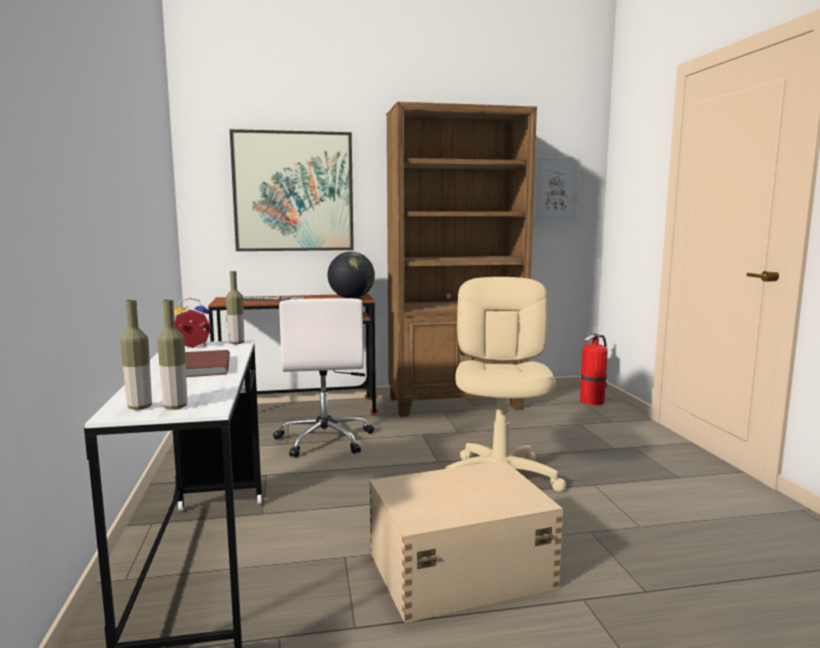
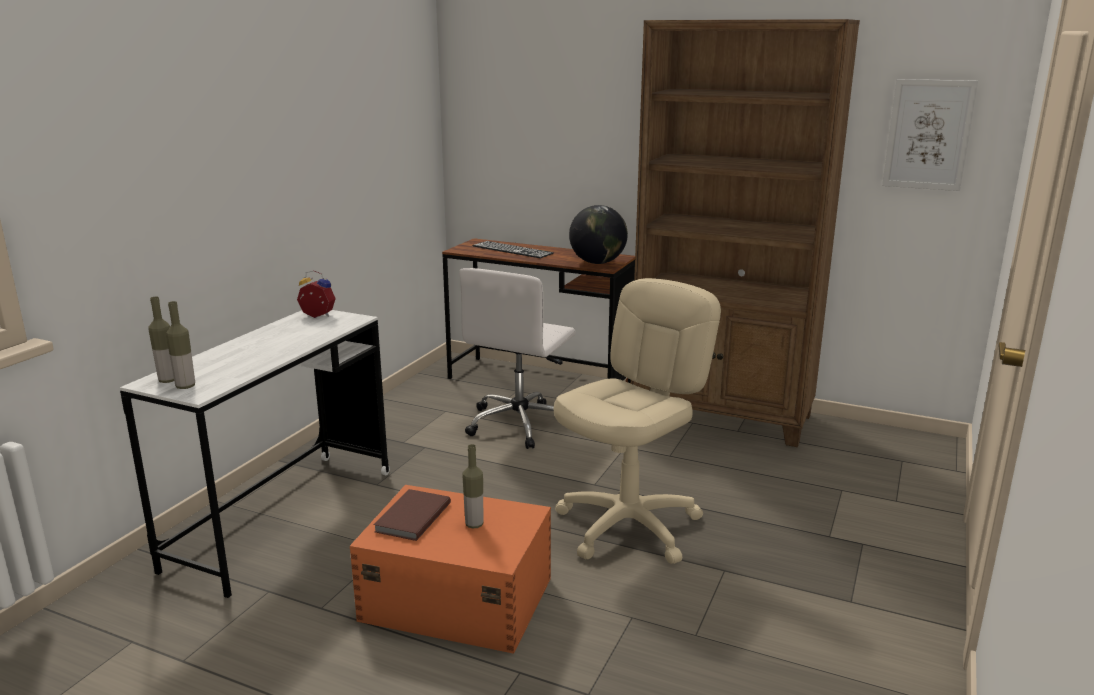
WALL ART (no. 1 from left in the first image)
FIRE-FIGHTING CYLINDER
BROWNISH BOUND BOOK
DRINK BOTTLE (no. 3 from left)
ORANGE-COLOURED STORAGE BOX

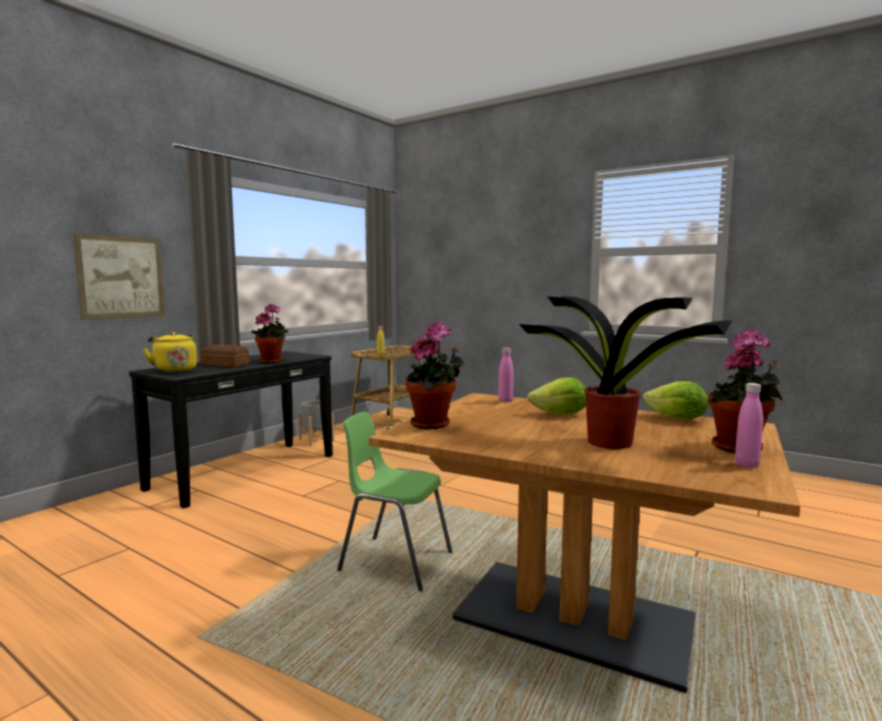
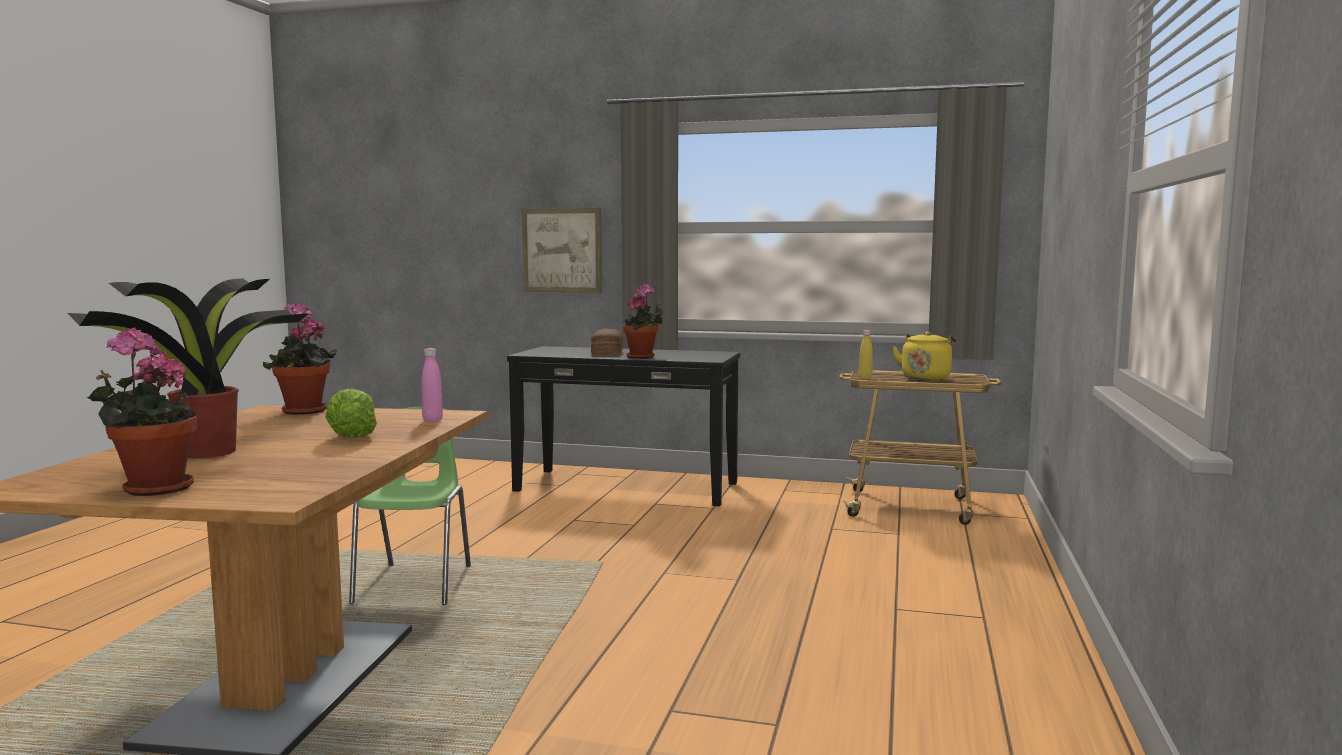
GRAY PLANTER
HEAD OF LETTUCE (no. 2 from left in the first image)
PINK DRINK BOTTLE (no. 2 from left in the first image)
YELLOW-COLOURED TEA KETTLE

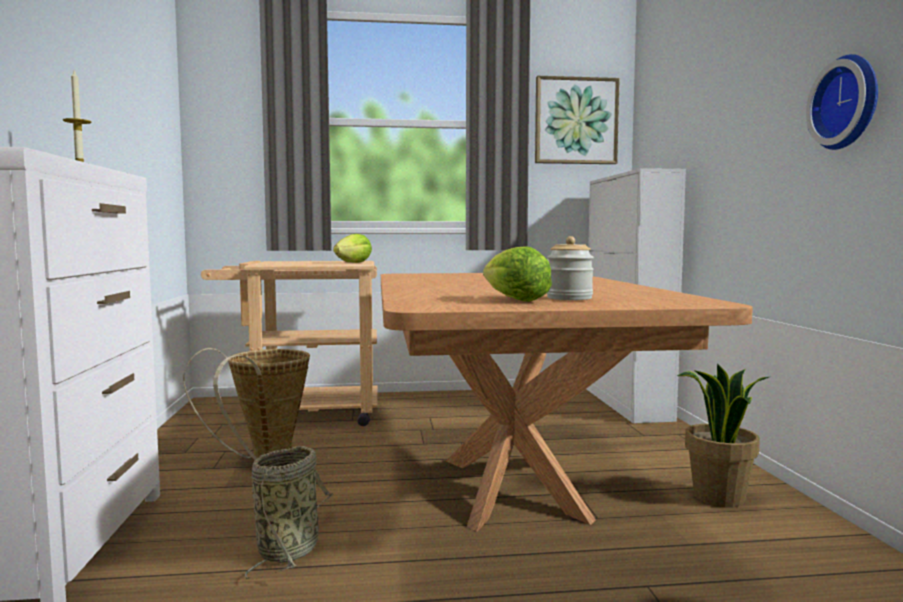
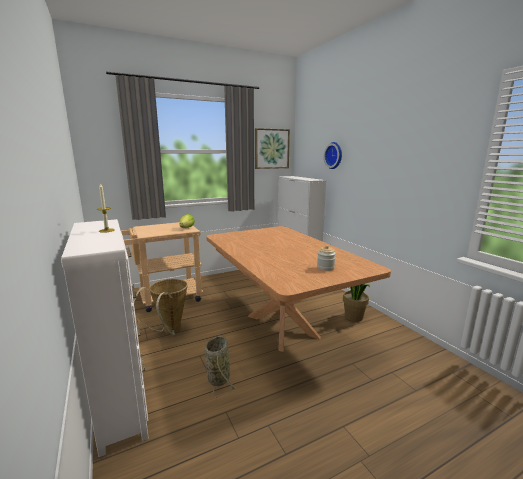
HEAD OF LETTUCE (no. 2 from left in the first image)
WALL CLOCK

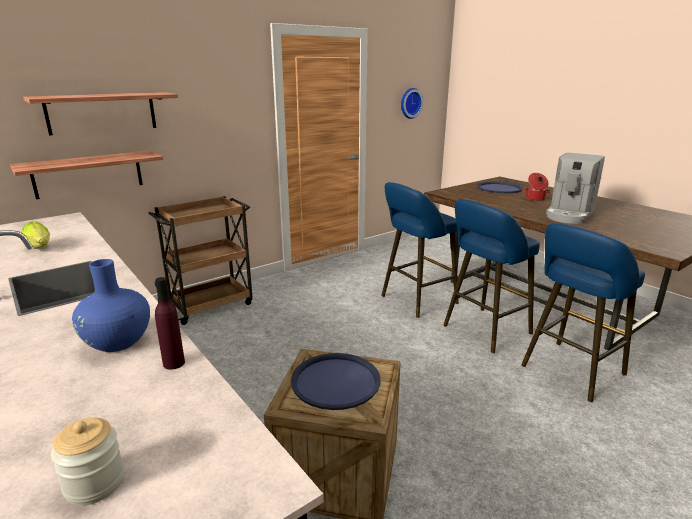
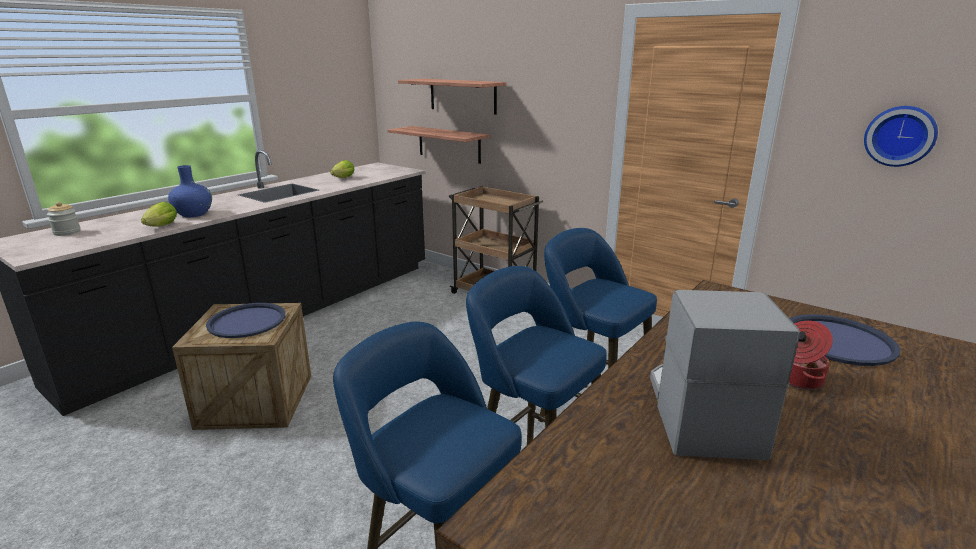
HEAD OF LETTUCE (no. 1 from left)
COFFEE MAKER

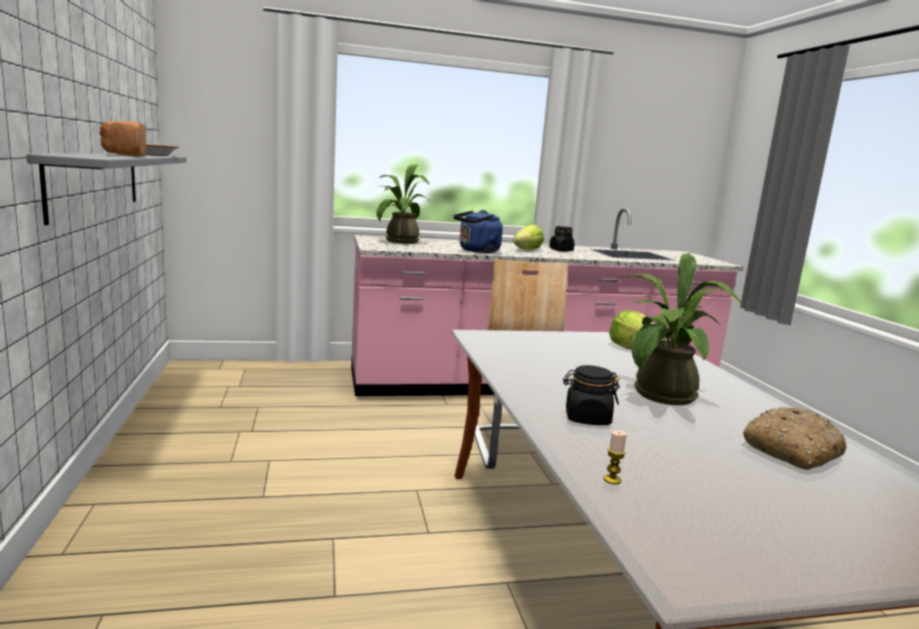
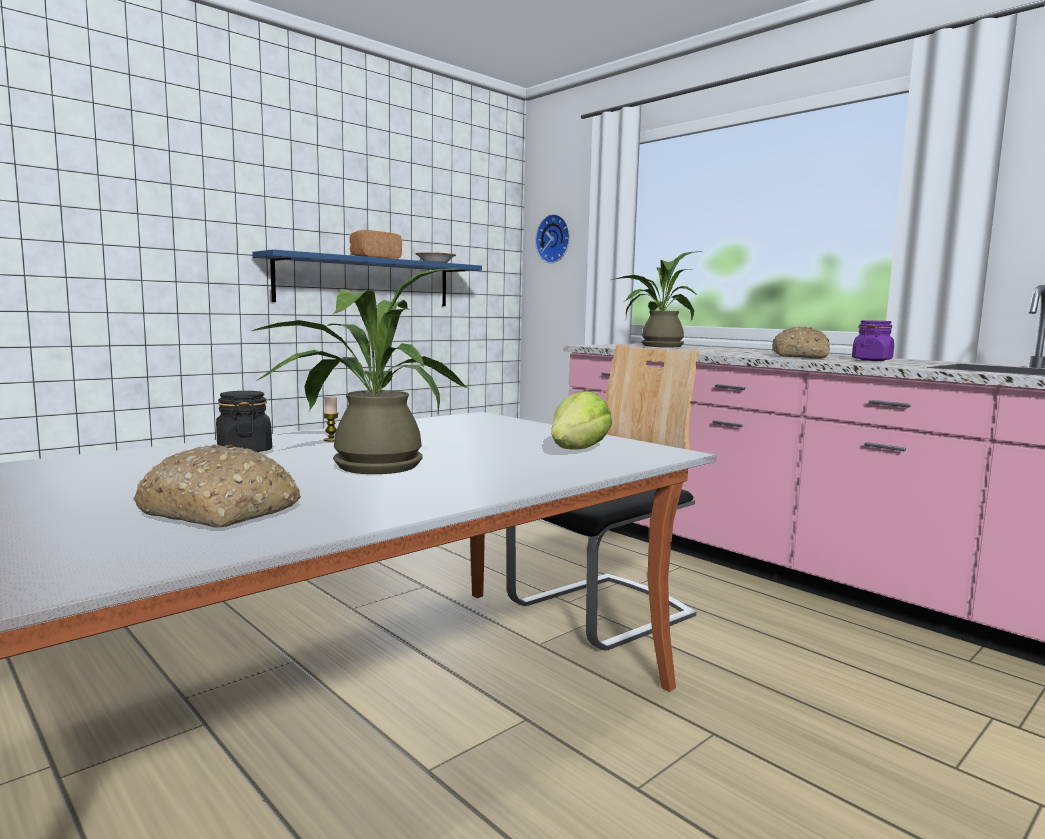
BLUE-COLOURED TEA KETTLE
WALL CLOCK
WAX CANDLE
BAKERY BREAD (no. 3 from left)
BLUE-COLOURED WALL SHELF
PURPLISH PRESERVE JAR

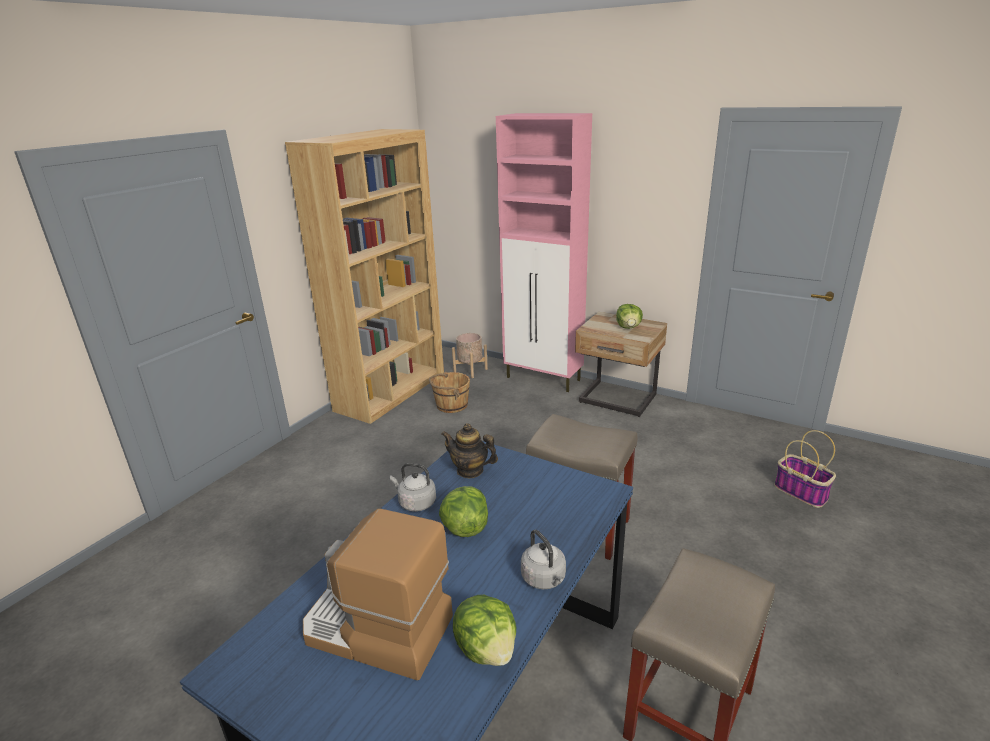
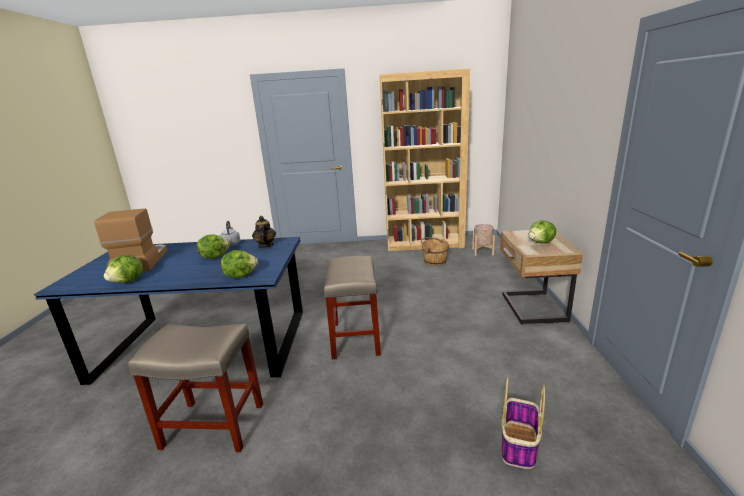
PINK CABINET
GRAY TEA KETTLE (no. 2 from left in the first image)
HEAD OF LETTUCE (no. 3 from left)

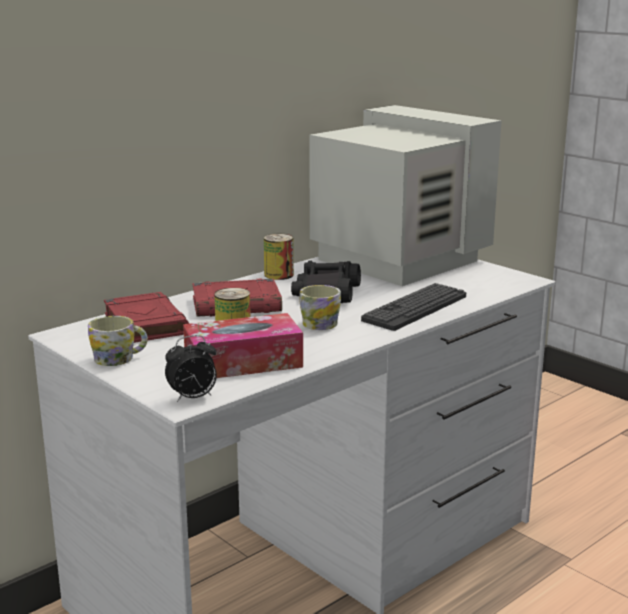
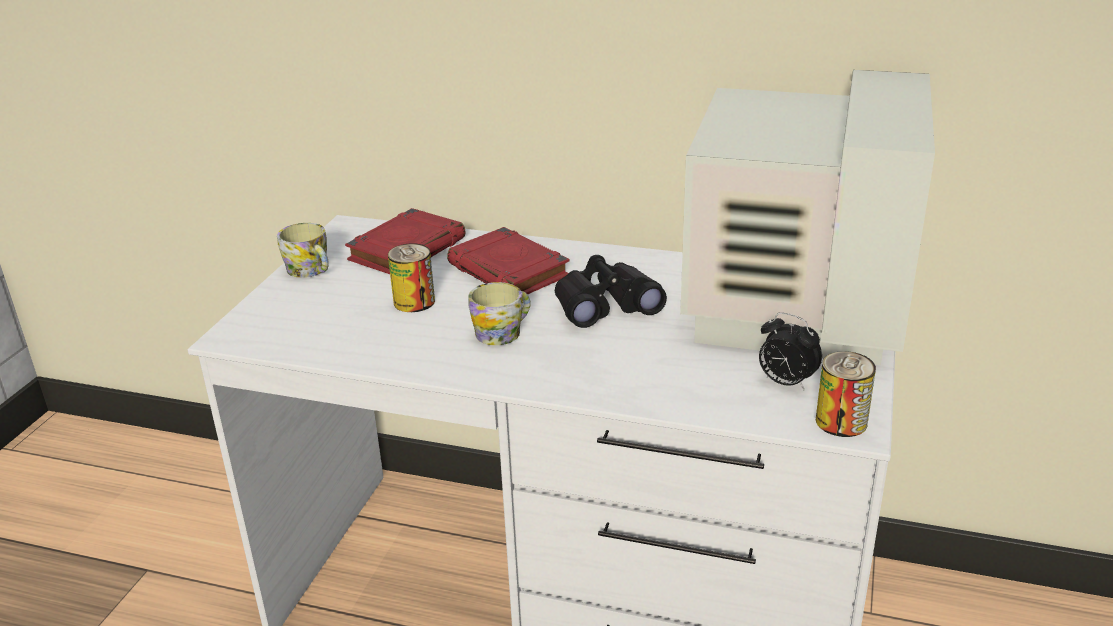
TISSUE BOX
KEYBOARD
ALARM CLOCK
CAN (no. 2 from left)

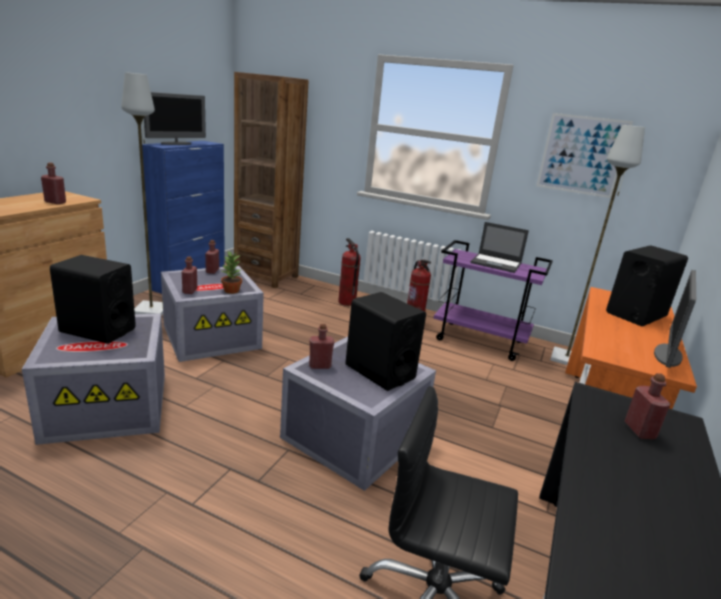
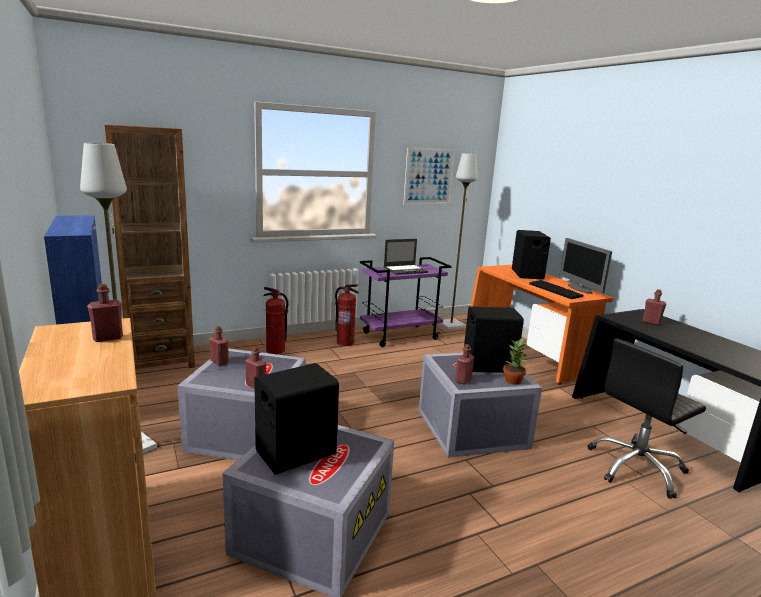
MONITOR (no. 1 from left in the first image)
KEYBOARD
PLANT IN A POT

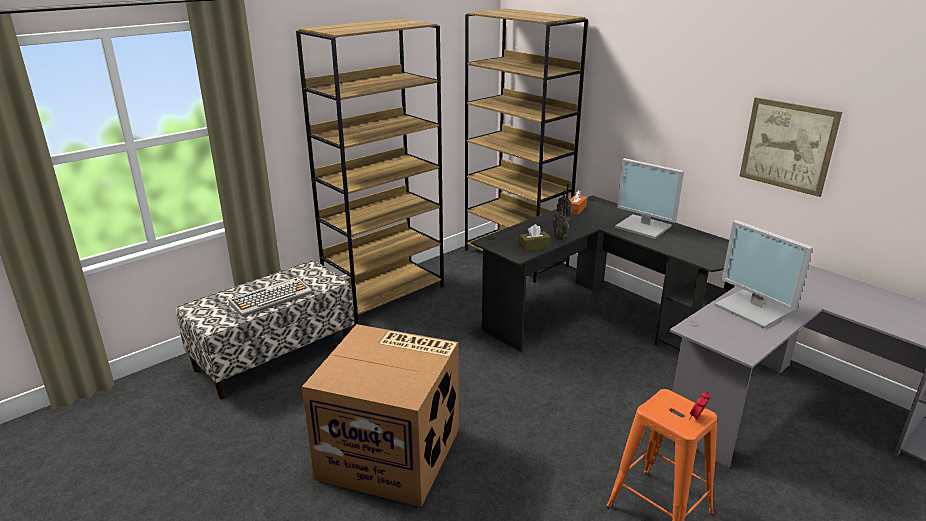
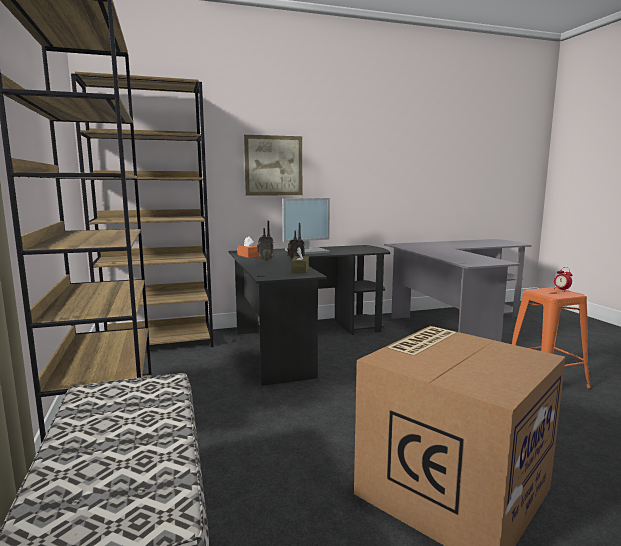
KEYBOARD
MONITOR (no. 2 from left in the first image)
WALL ART

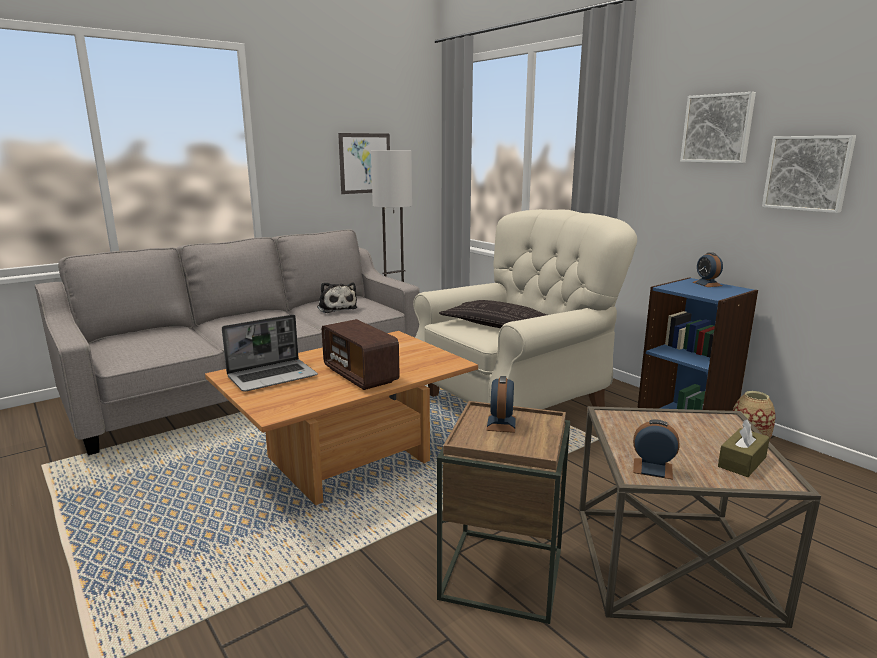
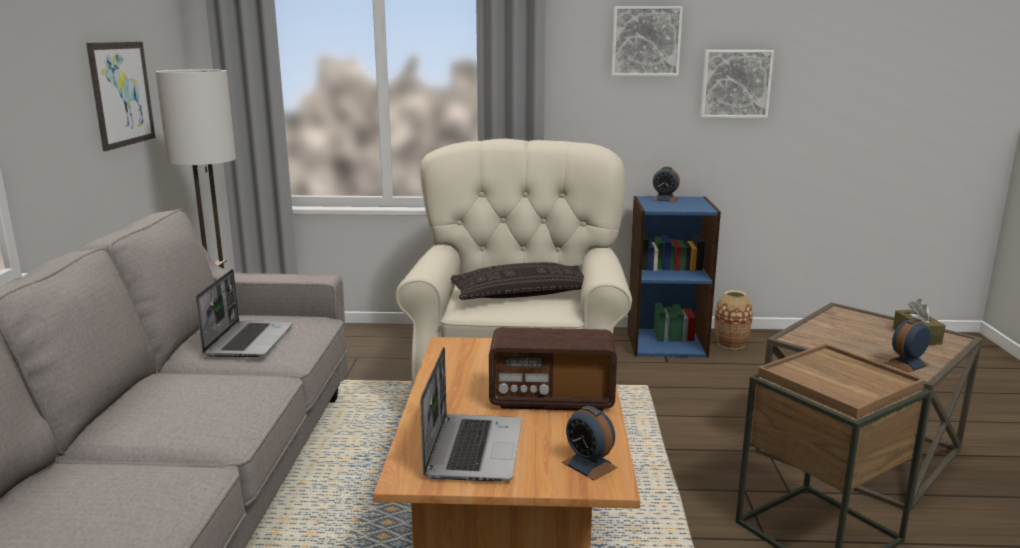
ALARM CLOCK (no. 1 from left)
NOTEBOOK COMPUTER (no. 1 from left)

